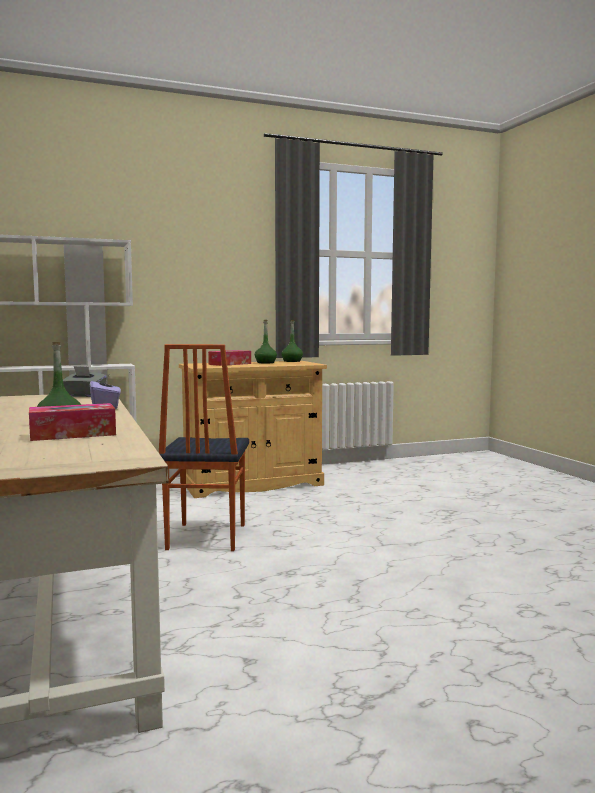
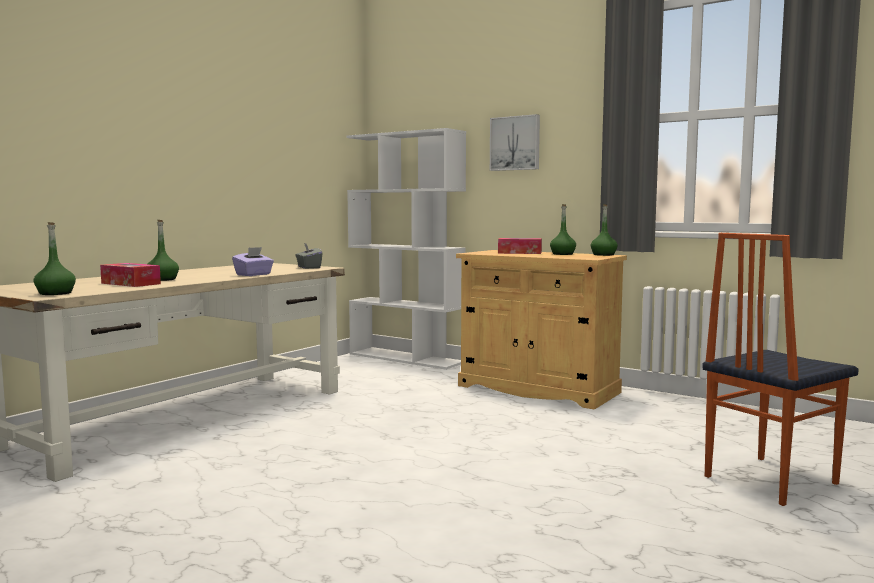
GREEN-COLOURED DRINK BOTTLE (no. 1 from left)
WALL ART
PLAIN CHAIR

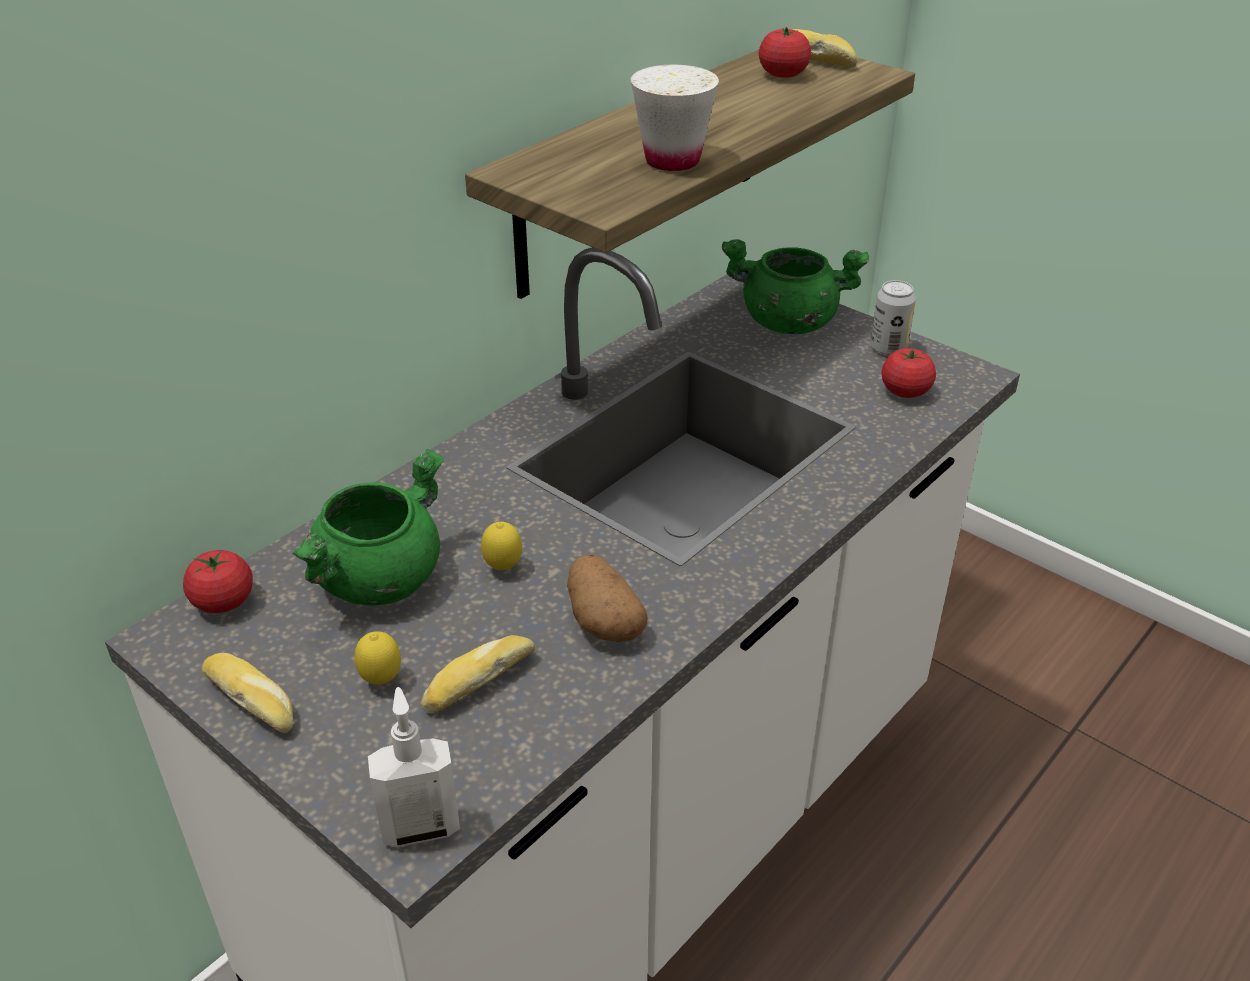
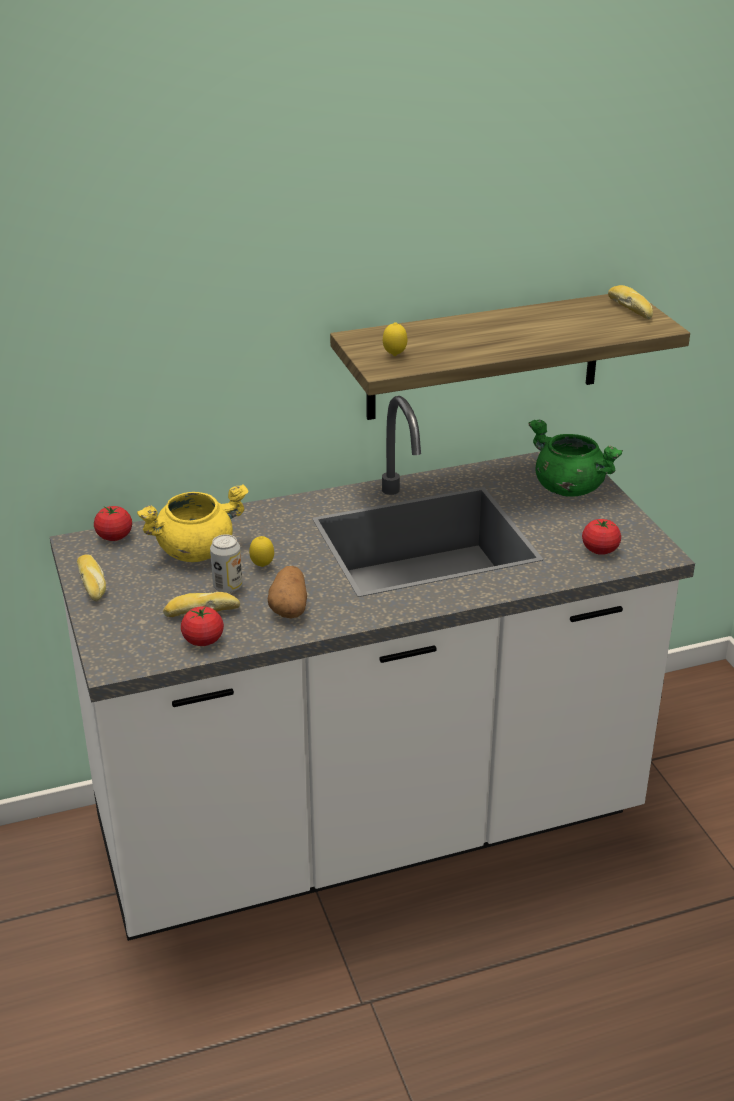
SOAP BOTTLE
WHITE DRINKING CUP
WHOLE LEMON (no. 2 from left)
WHOLE TOMATO (no. 2 from left)
CAN
YELLOW-COLOURED COOKING POT

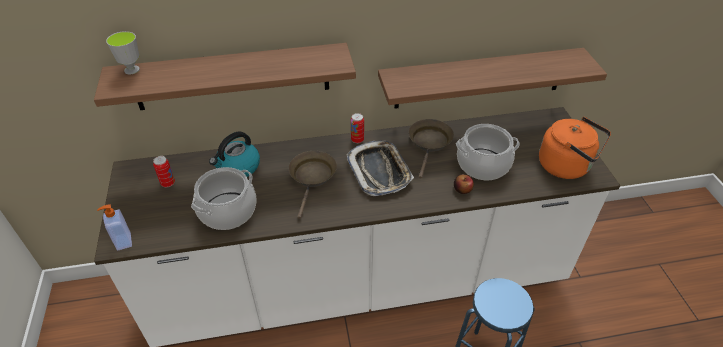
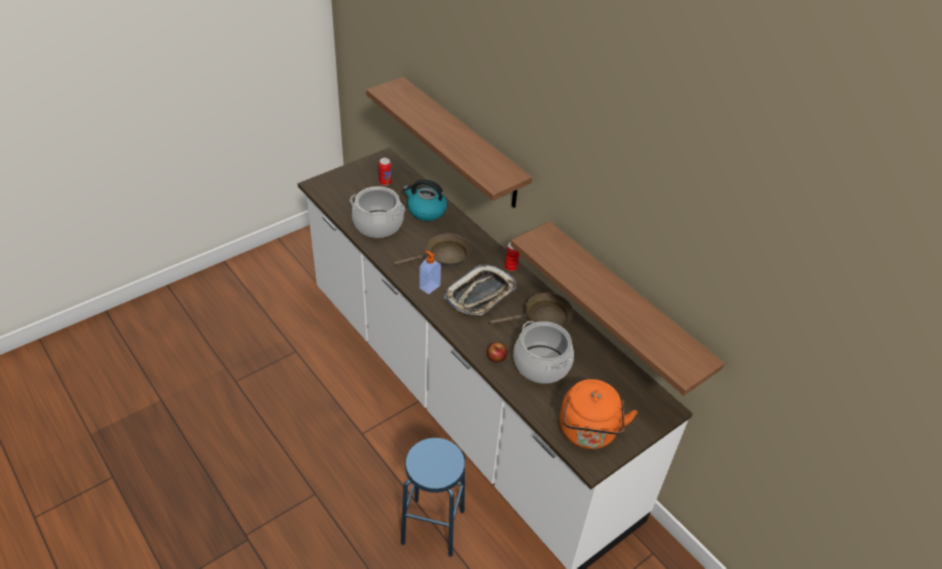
DRINKING CUP
SOAP BOTTLE

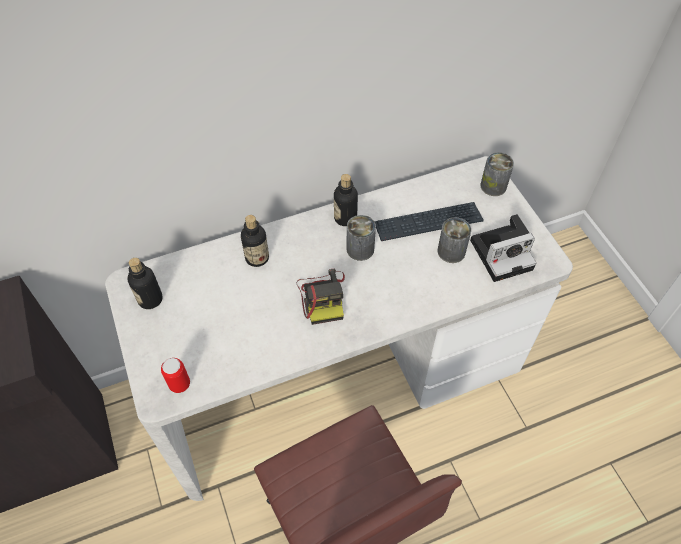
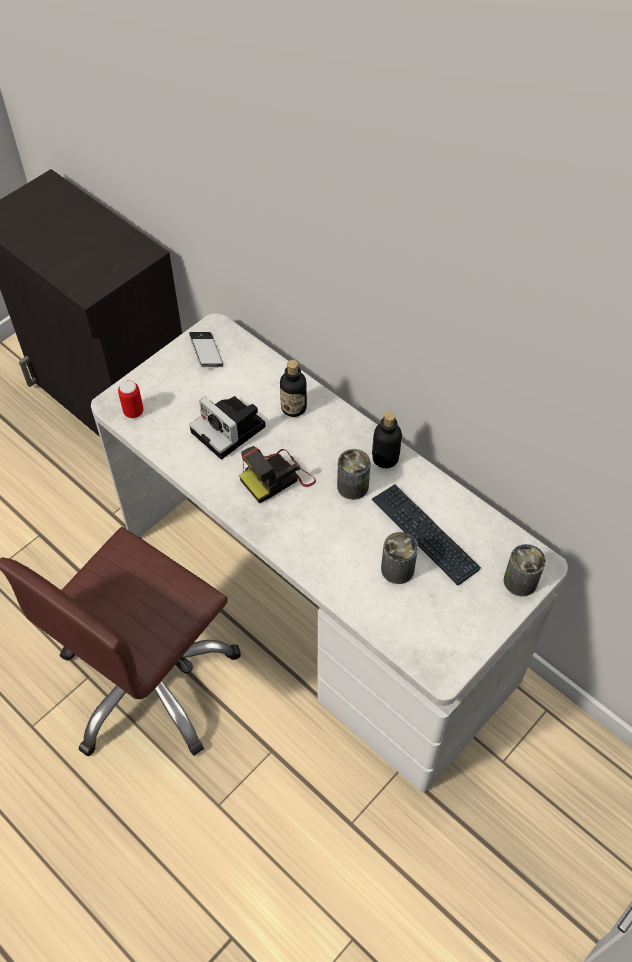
STILL CAMERA (no. 1 from left)
HANDSET

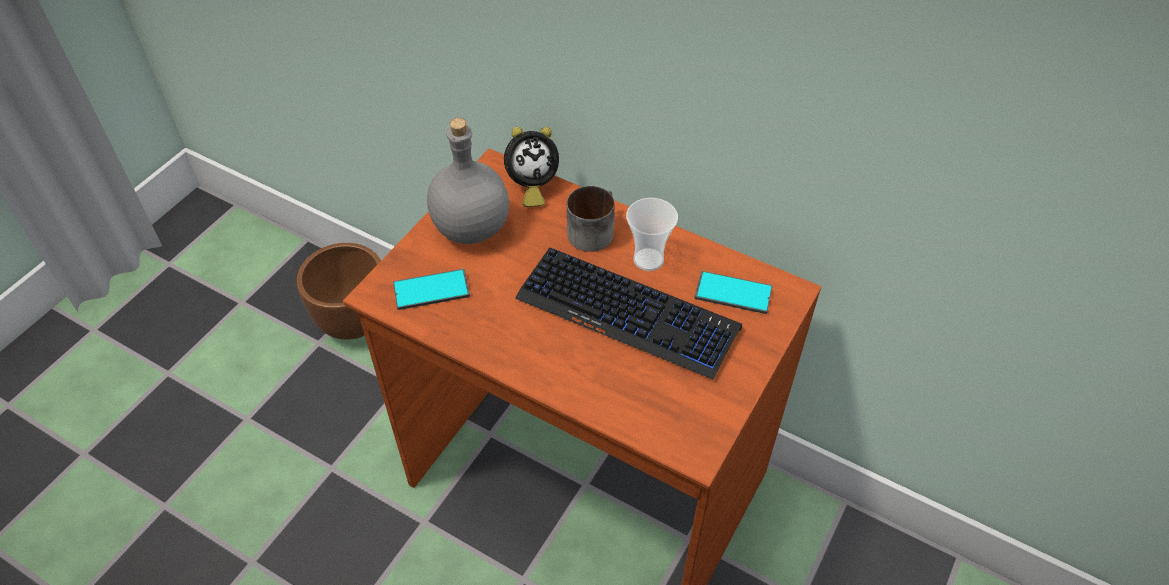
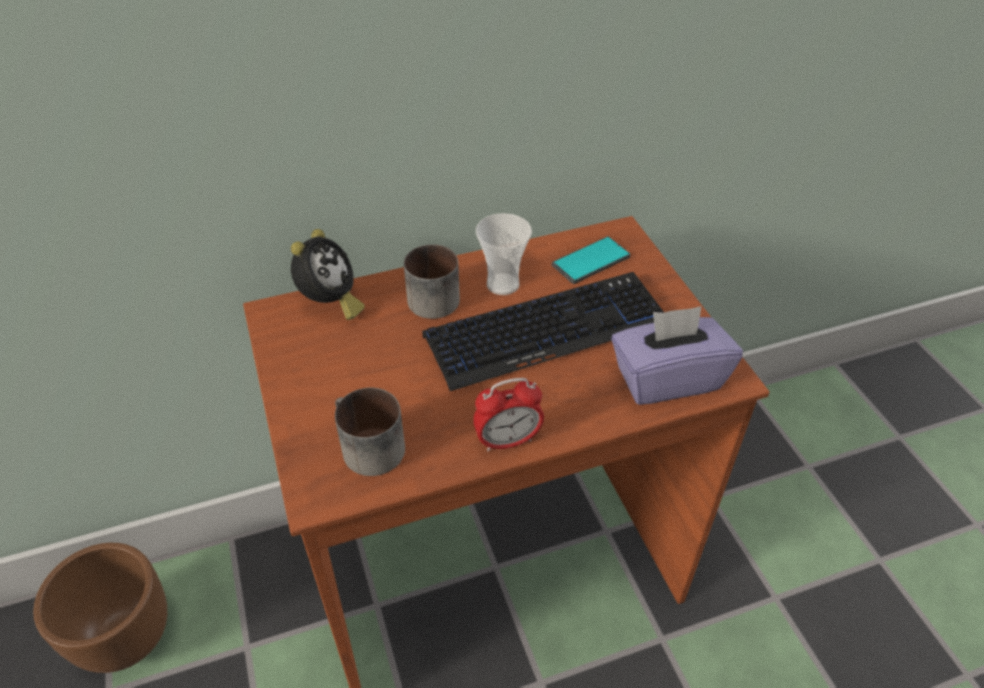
GRAY DRINK BOTTLE
ALARM CLOCK (no. 2 from left)
PURPLISH TISSUE BOX
TEA MUG (no. 1 from left)

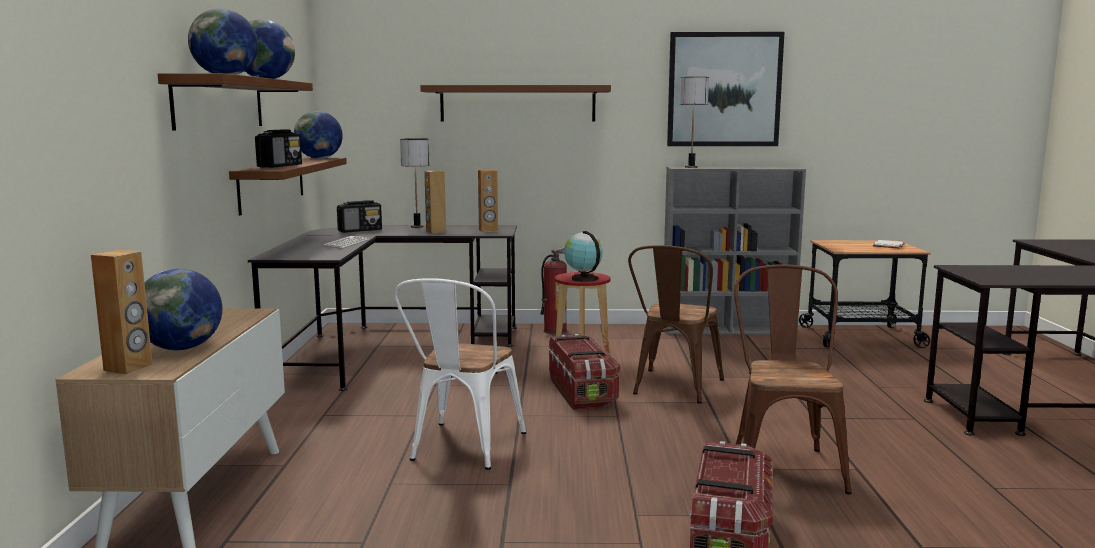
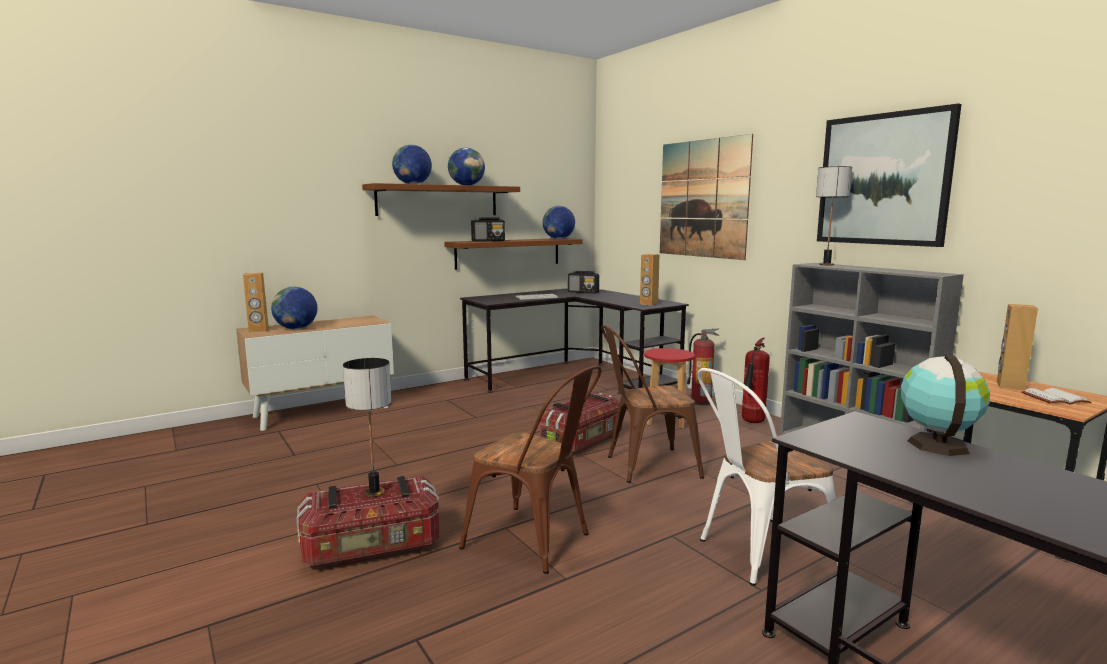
FIRE-FIGHTING CYLINDER (no. 2 from left)
WHITE PLAIN CHAIR
TABLE LAMP (no. 1 from left)
BROWNISH SPEAKER (no. 3 from left)
DESK GLOBE (no. 5 from left)
WALL ART (no. 1 from left)
BROWNISH PLAIN CHAIR (no. 1 from left)

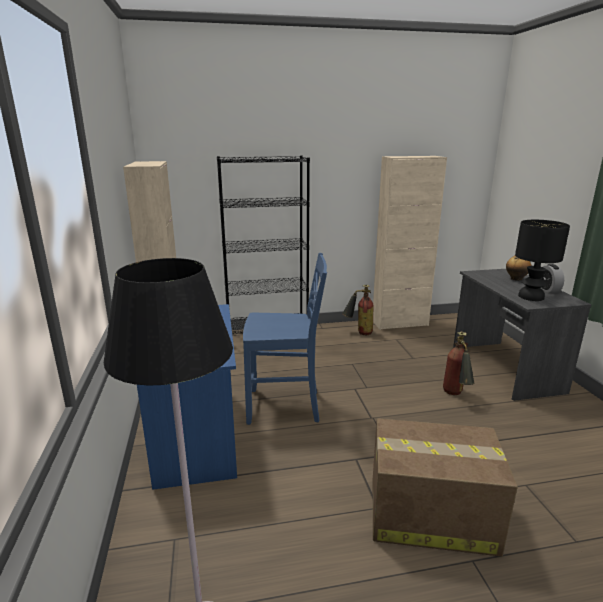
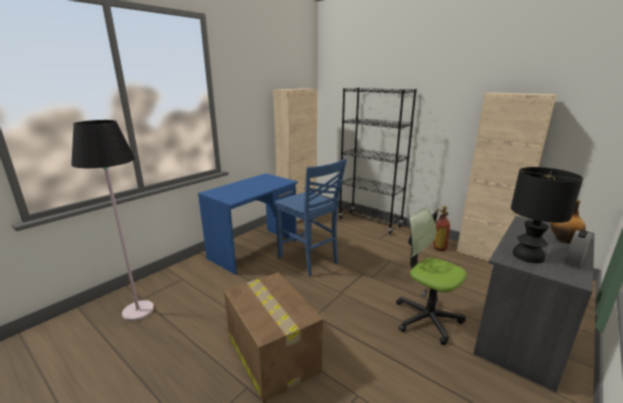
DESK CHAIR

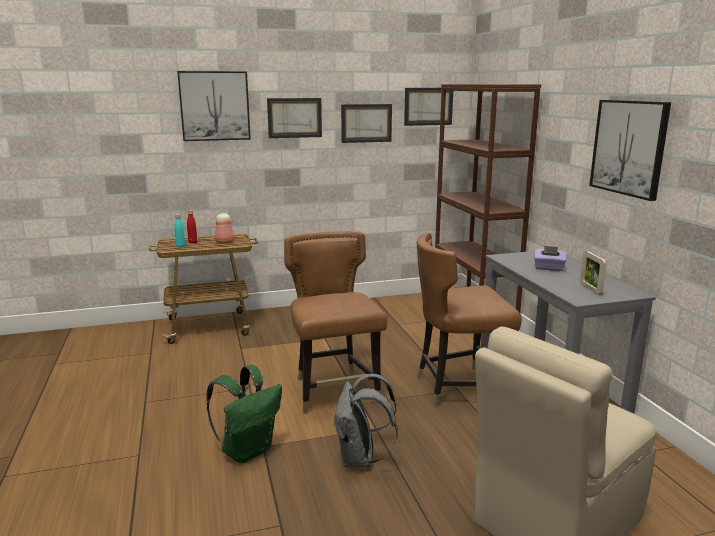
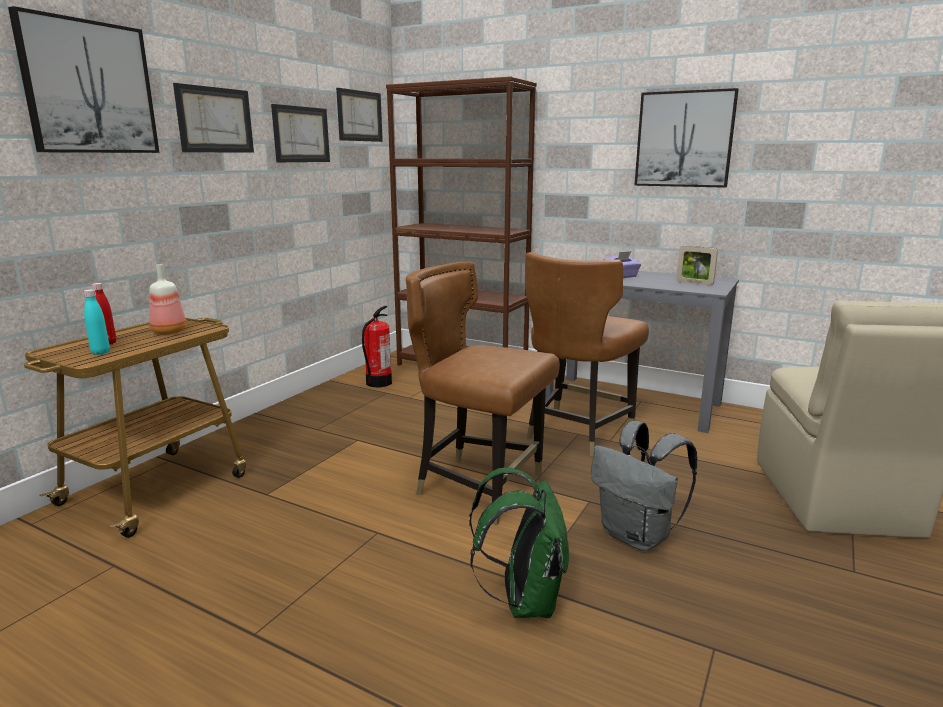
FIRE-FIGHTING CYLINDER

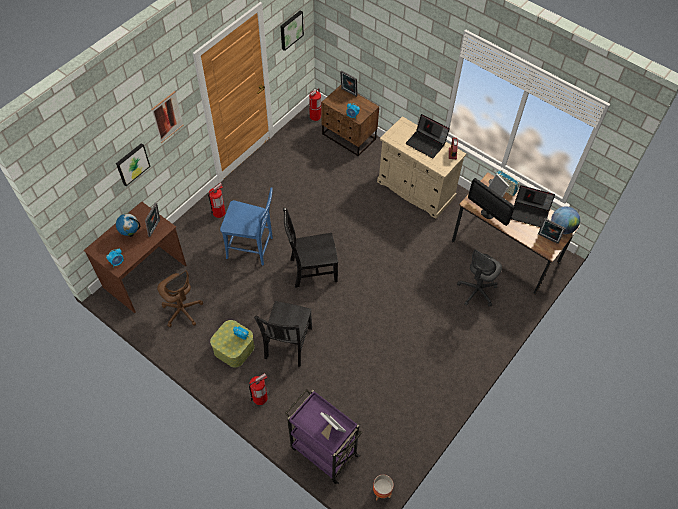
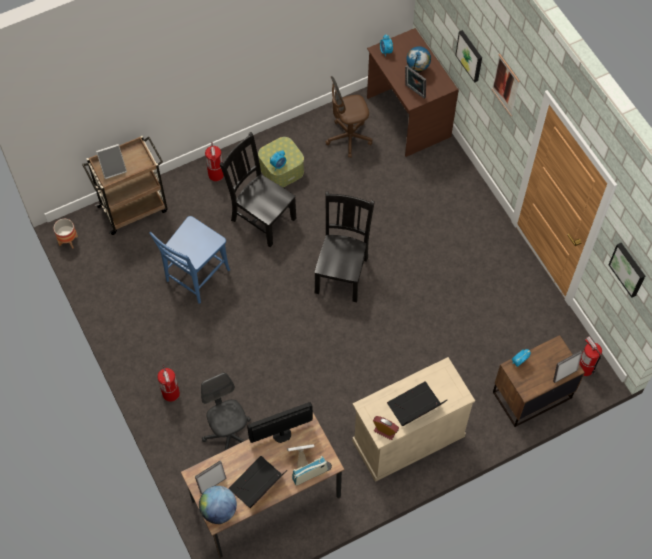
FIRE-FIGHTING CYLINDER (no. 1 from left)
BLUE-COLOURED PLAIN CHAIR
BROWNISH TROLLEY

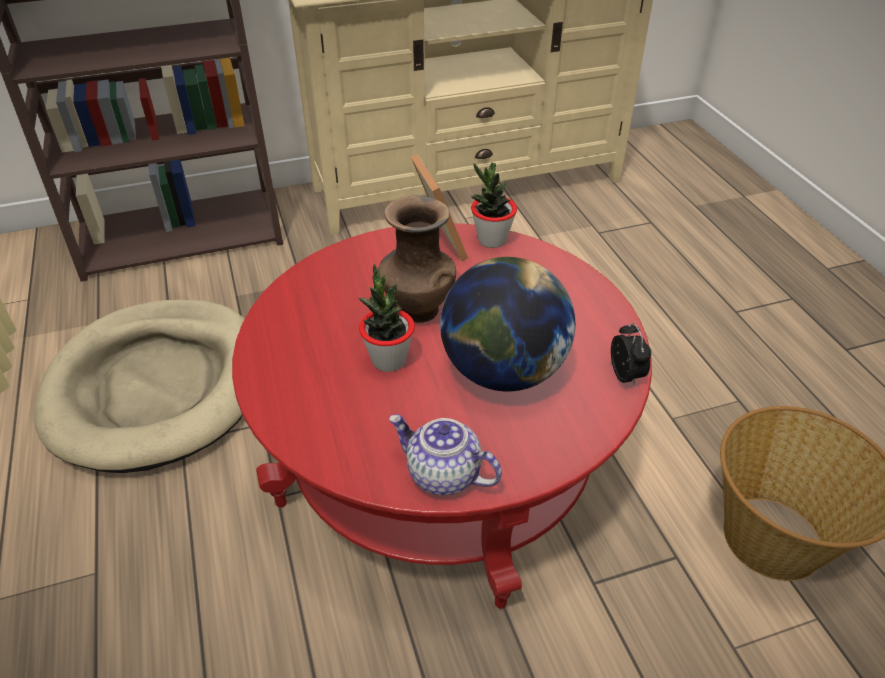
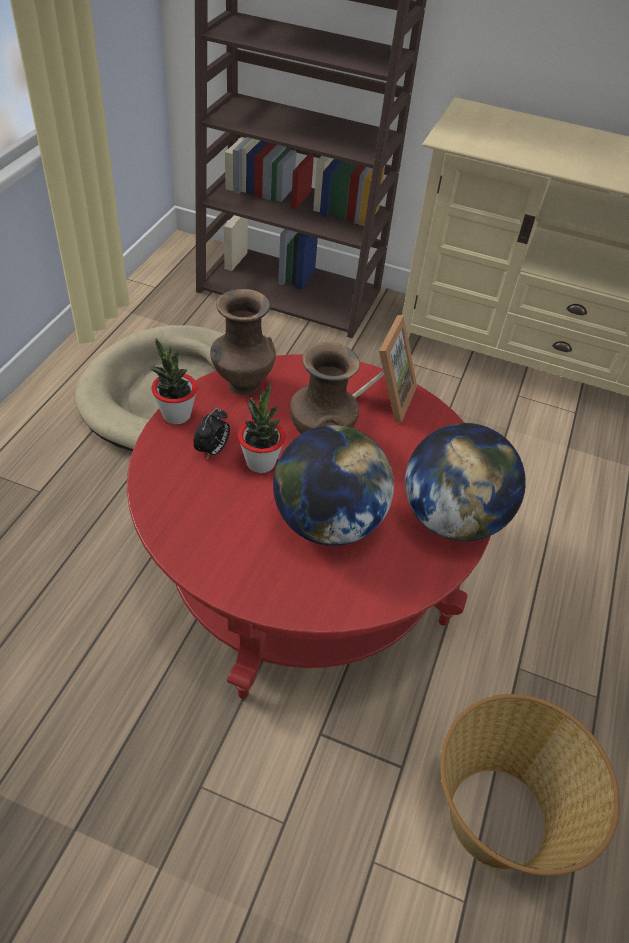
POT FOR TEA
BROWNISH DECORATIVE VASE (no. 1 from left)
DESK GLOBE (no. 2 from left)
PLANT IN A POT (no. 1 from left)
ALARM CLOCK

